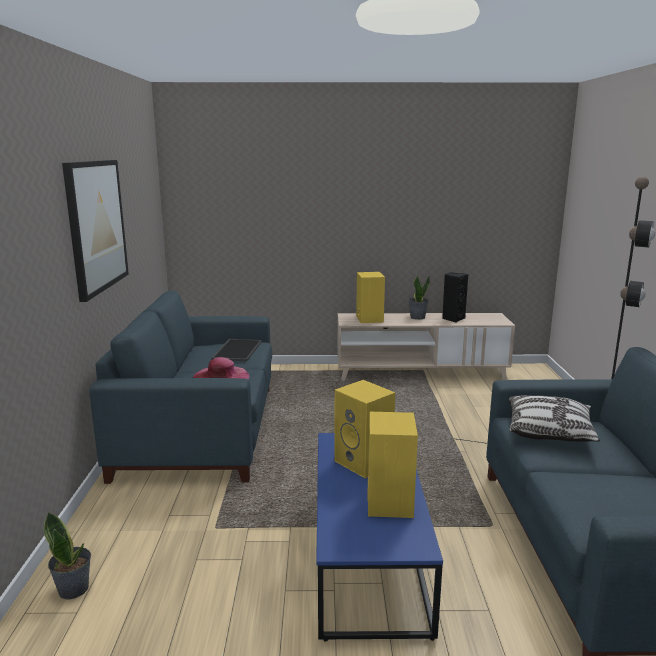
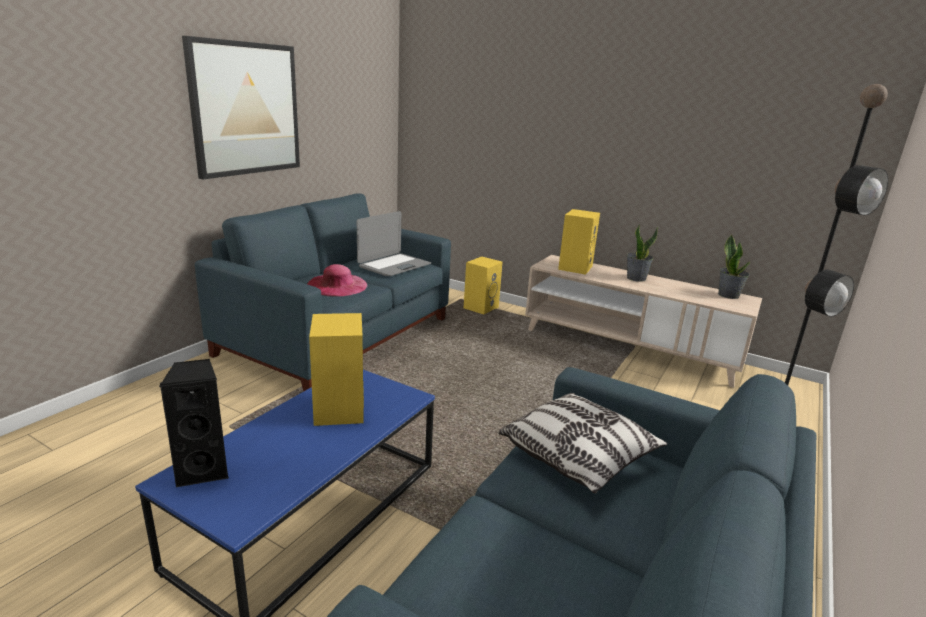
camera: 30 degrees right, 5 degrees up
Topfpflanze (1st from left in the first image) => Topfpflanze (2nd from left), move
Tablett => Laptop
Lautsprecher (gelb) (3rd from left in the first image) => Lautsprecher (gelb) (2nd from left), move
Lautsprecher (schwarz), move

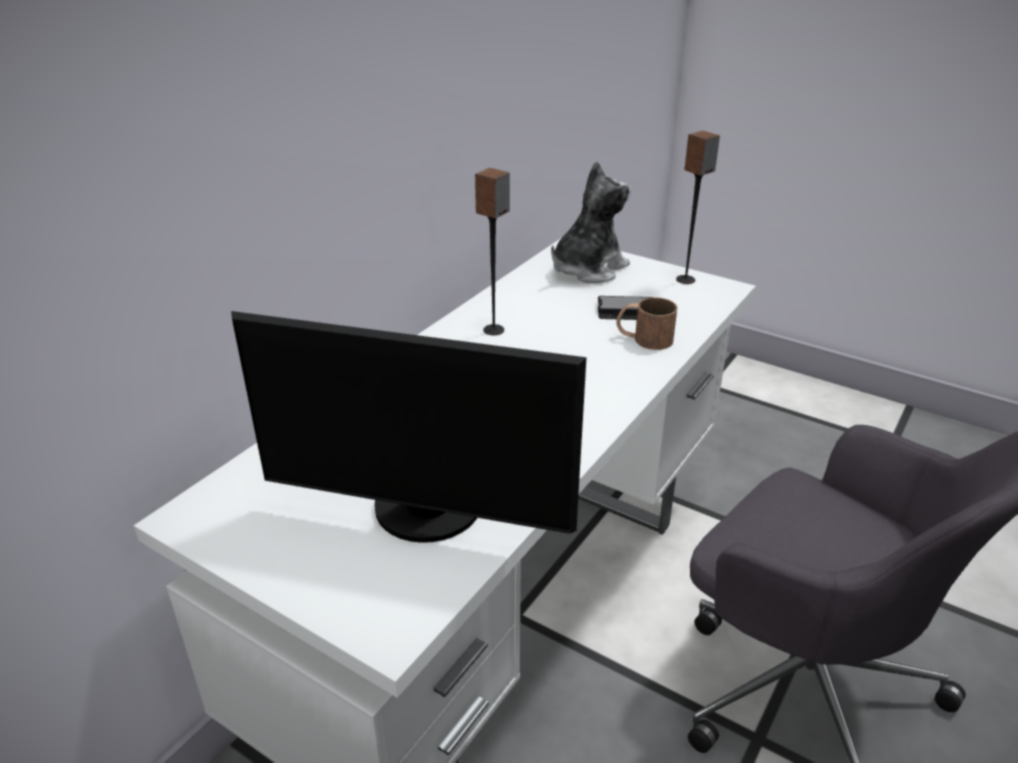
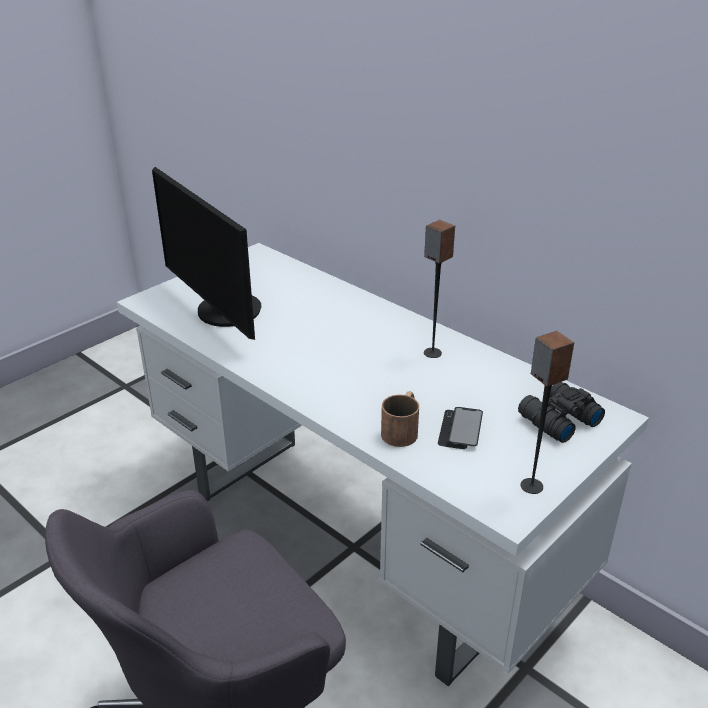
camera: 100 degrees right, 0 degrees up
Monitor, 60 degrees counterclockwise
Plüschtier => Fernglas (schwarz)

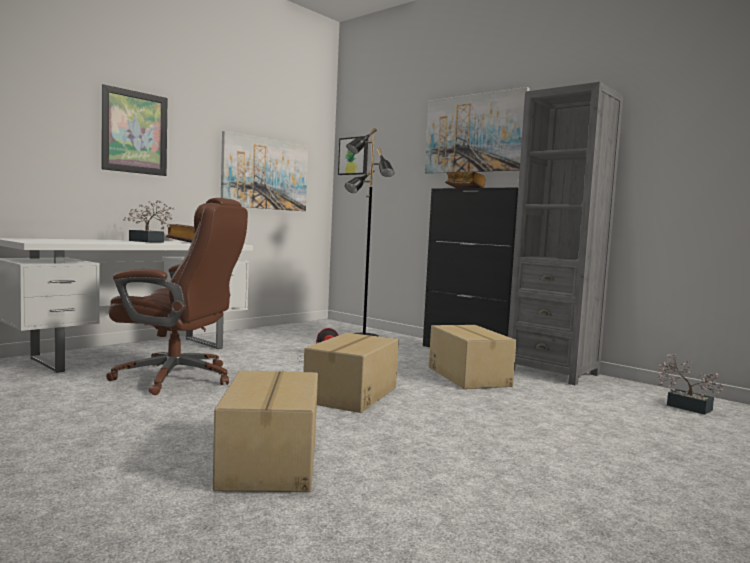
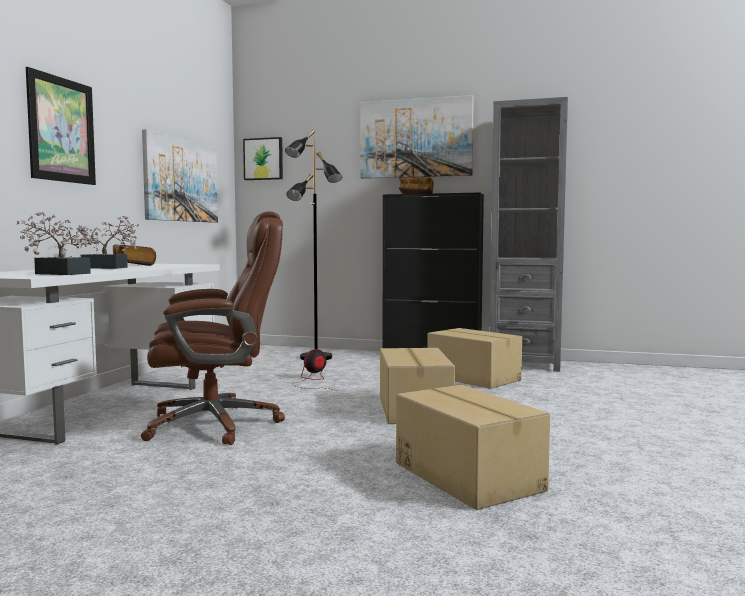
camera: 25 degrees left, 0 degrees up
Topfpflanze (2nd from left in the first image) => Topfpflanze (1st from left), move

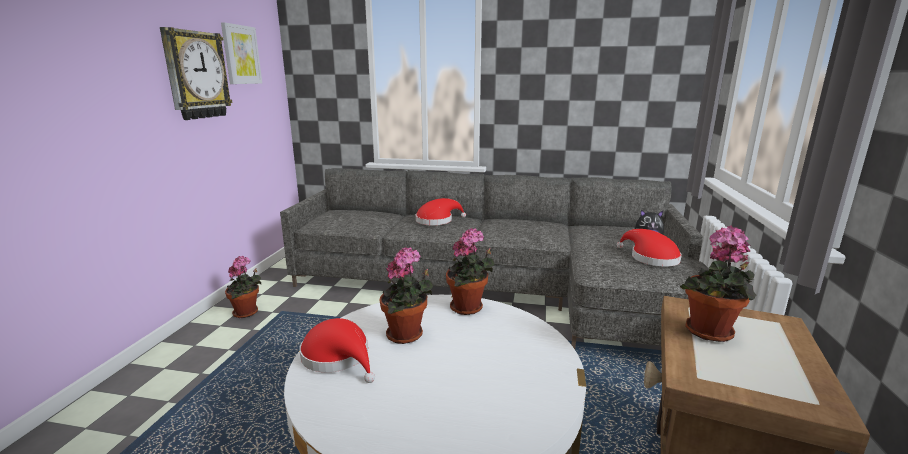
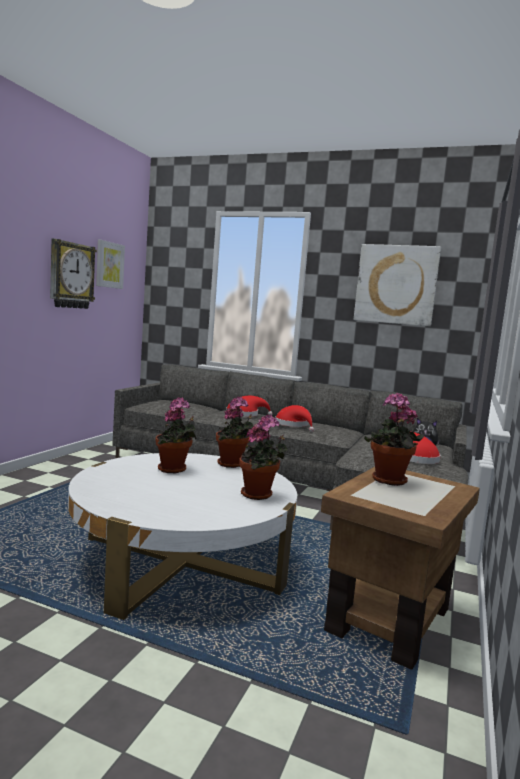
camera: 10 degrees right, 10 degrees down
Topfpflanze (1st from left in the first image) => Topfpflanze (3rd from left), move
Hut (rot) (1st from left in the first image) => Hut (rot) (2nd from left), move
nothing => Bild (2nd from left)

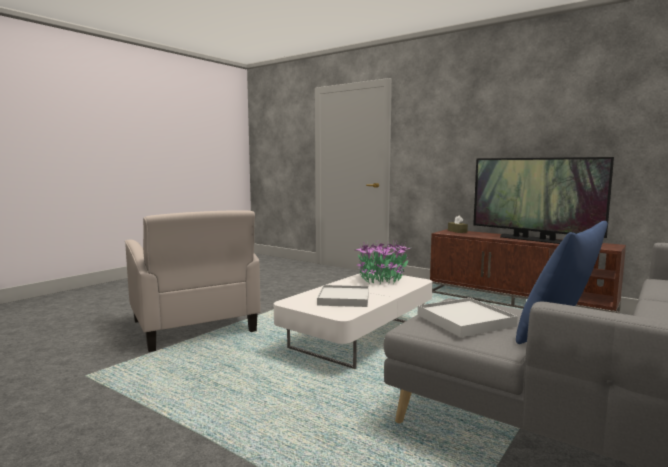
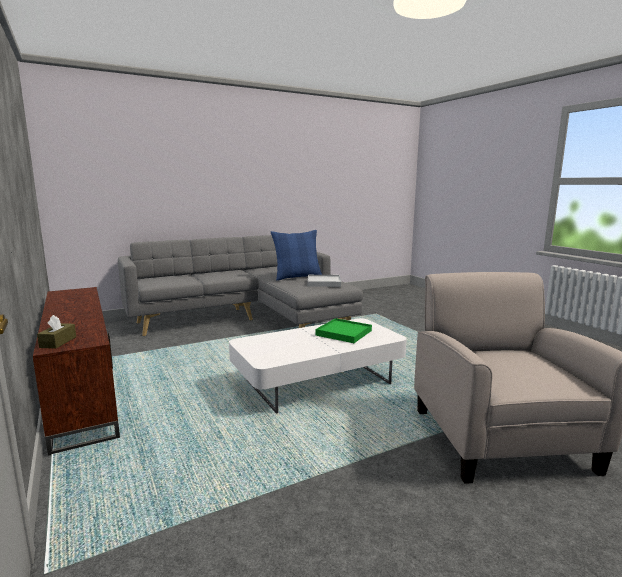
camera: 155 degrees left, 5 degrees up
Tablett (weiß) (1st from left) => Tablett (grün)
Topfpflanze => nothing
Fernseher => nothing

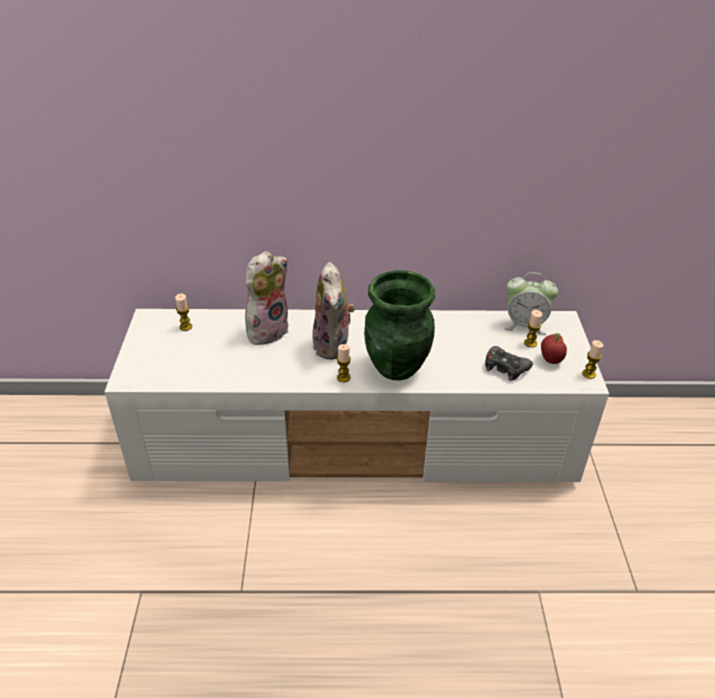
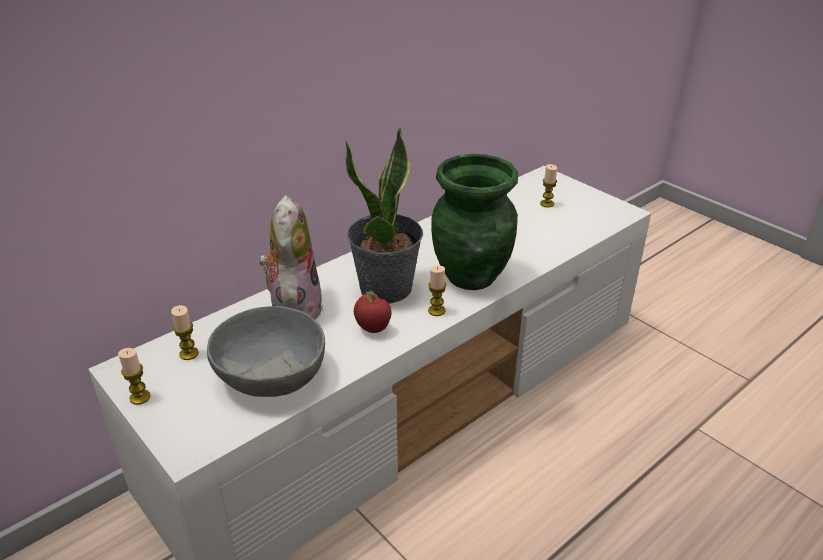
camera: 40 degrees left, 5 degrees down
Plüschtier (2nd from left) => Topfpflanze
Gamepad (schwarz) => nothing
Wecker => nothing
Apfel, move
Kerze (4th from left in the first image) => Kerze (1st from left), move
nothing => Schüssel (grau)

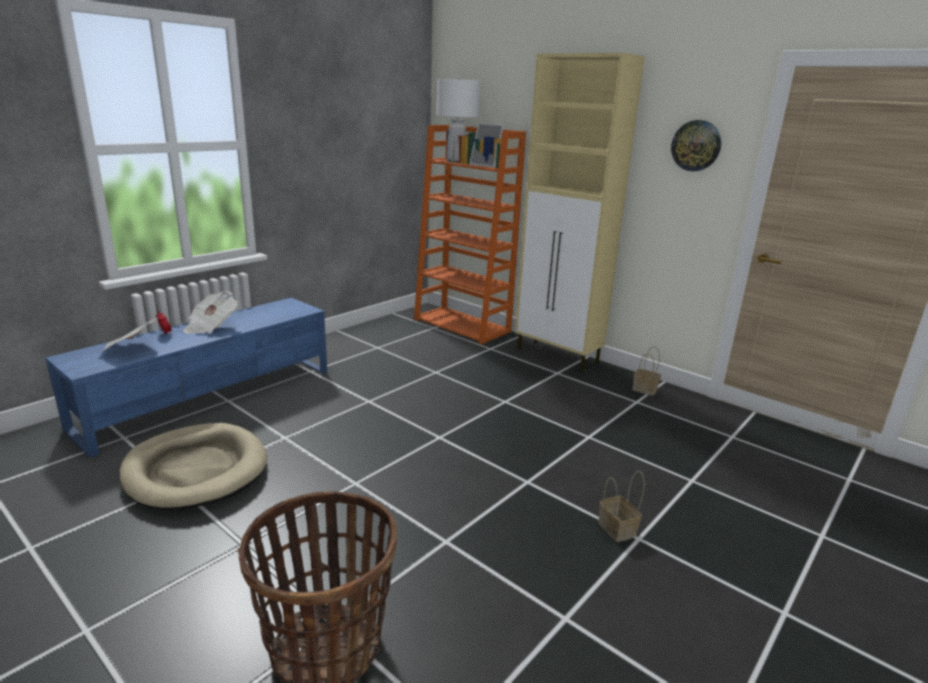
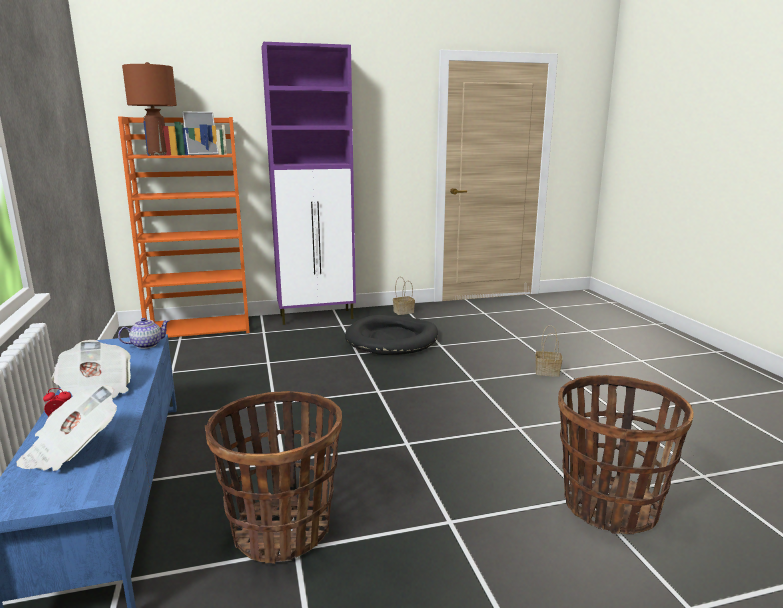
camera: 55 degrees left, 5 degrees down
Hundebett (beige) => Korb (1st from left)
Tischlampe (weiß) => Tischlampe (braun)
Schrank (beige) => Schrank (lila)
Wanduhr => nothing
nothing => Teekanne
nothing => Hundebett (schwarz)

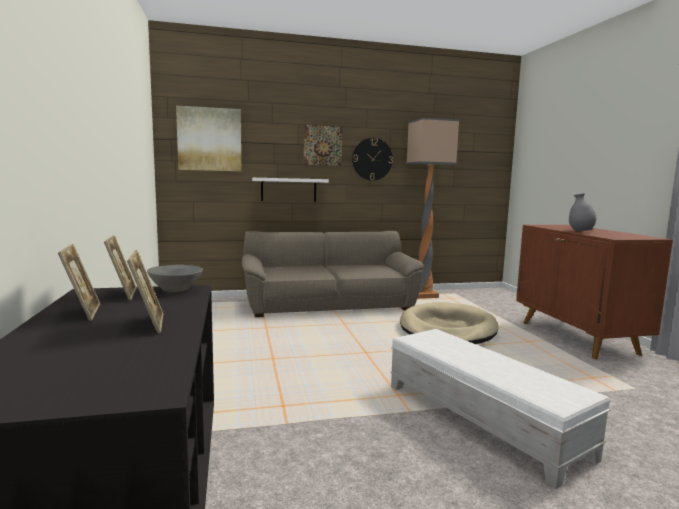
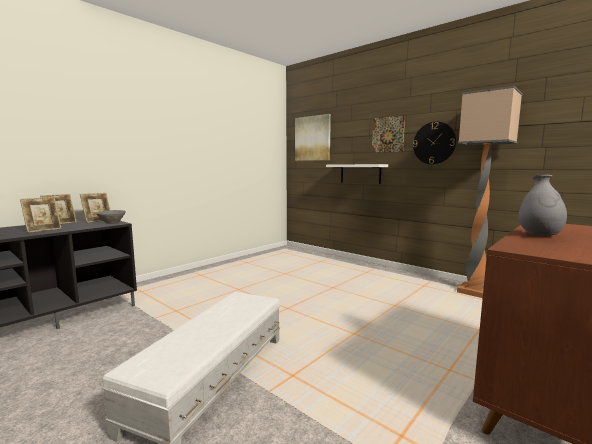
camera: 55 degrees right, 0 degrees up
Sofa => nothing
Hundebett (beige) => nothing

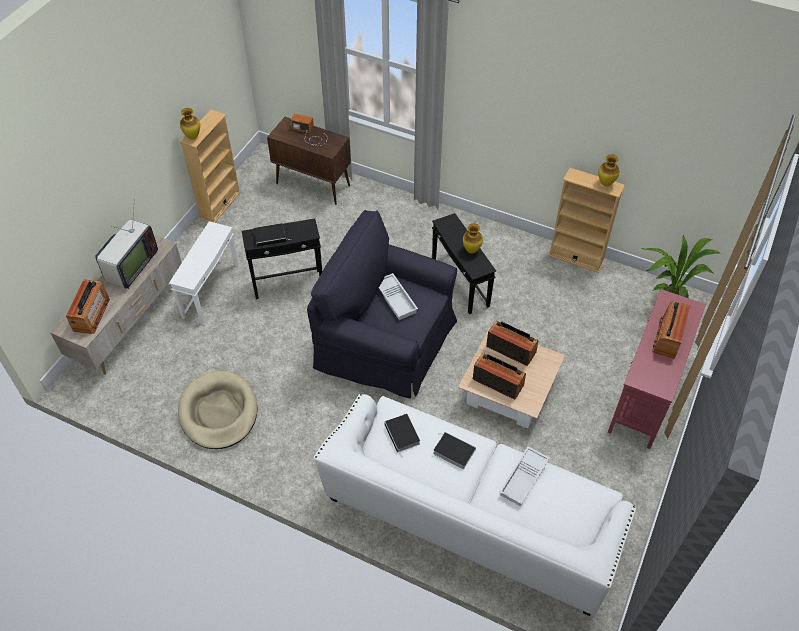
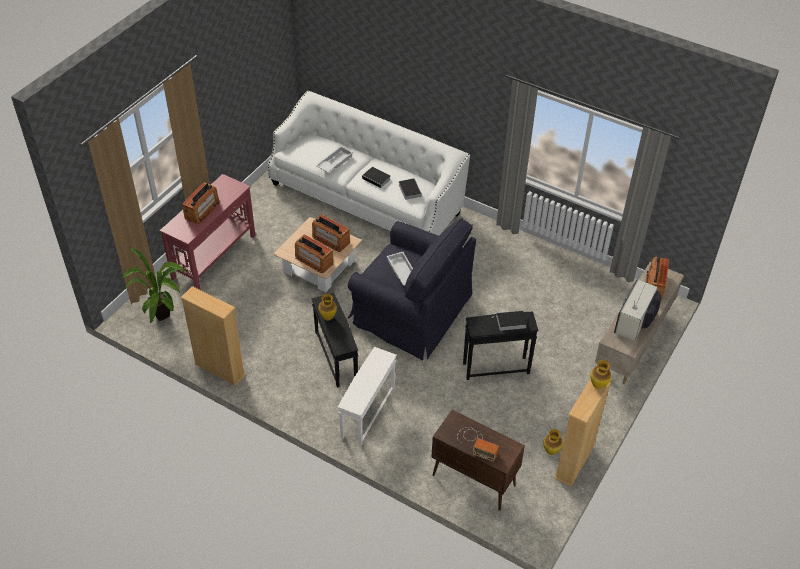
camera: 175 degrees left, 5 degrees down
Beistelltisch (weiß), move
Hundebett (beige) => nothing
Vase (3rd from left in the first image) => Vase (2nd from left), move

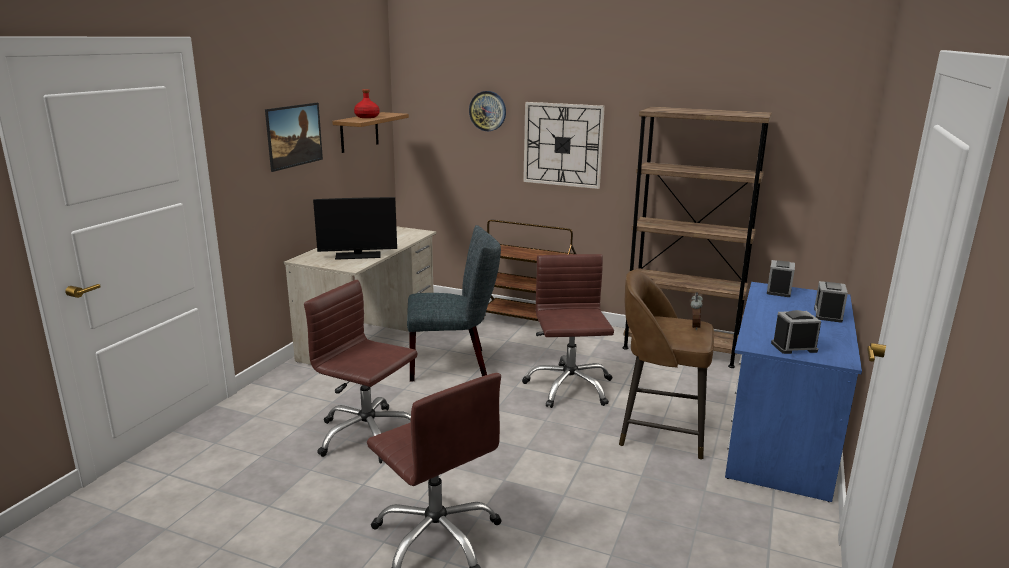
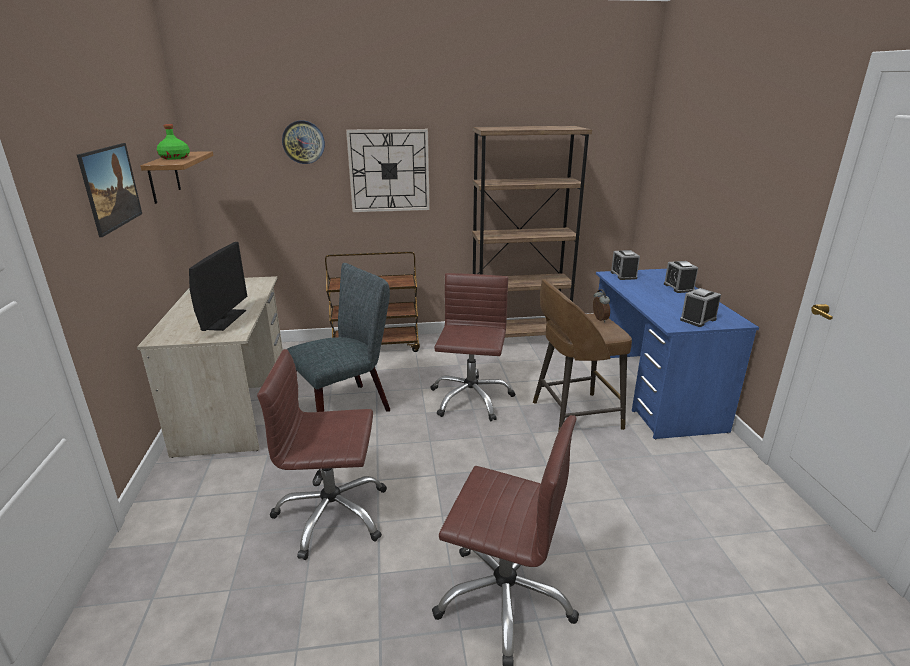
camera: 30 degrees left, 5 degrees up
Monitor, 45 degrees counterclockwise
Flasche (rot) => Flasche (grün)
Bürostuhl (braun) (3rd from left in the first image) => Bürostuhl (braun) (2nd from left), 45 degrees clockwise

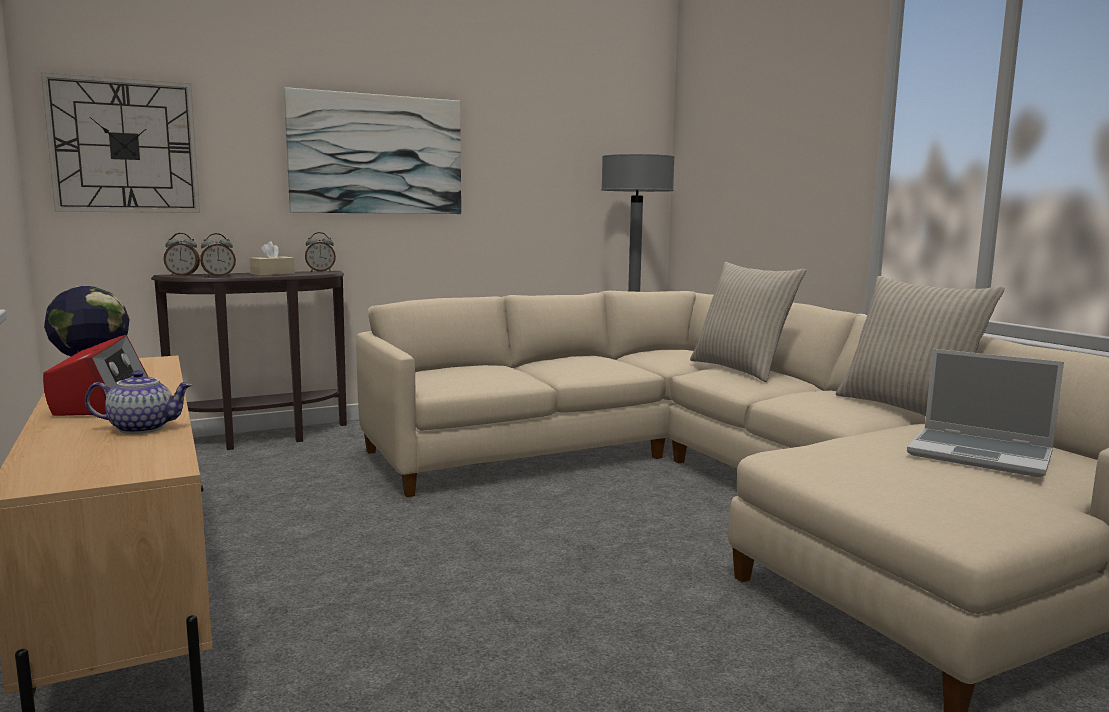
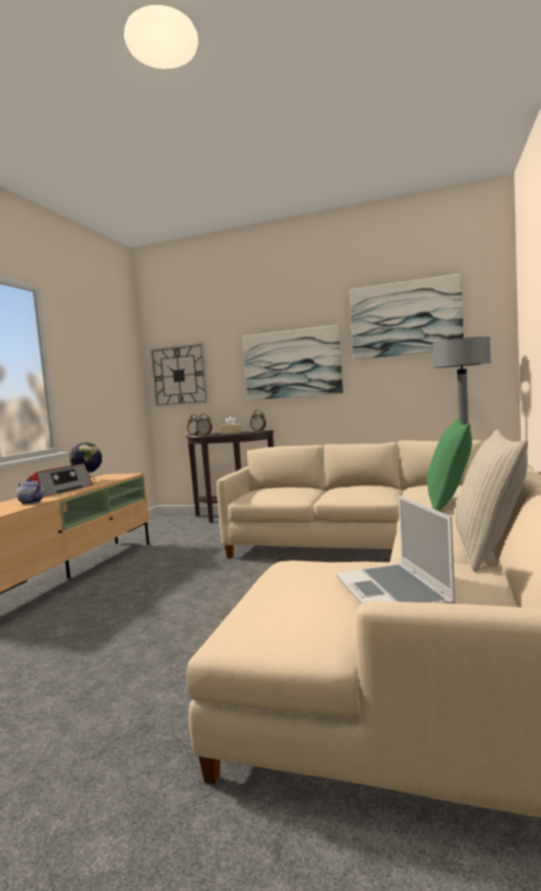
camera: 45 degrees right, 5 degrees down
Kissen (beige) (1st from left) => Kissen (grün)
nothing => Bild (2nd from left)

